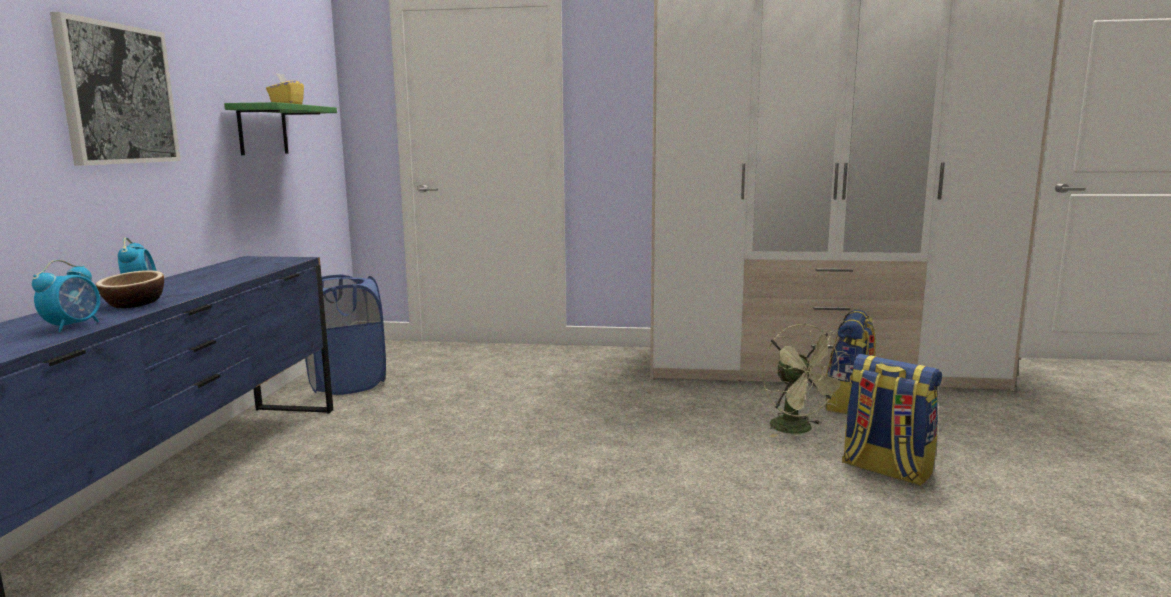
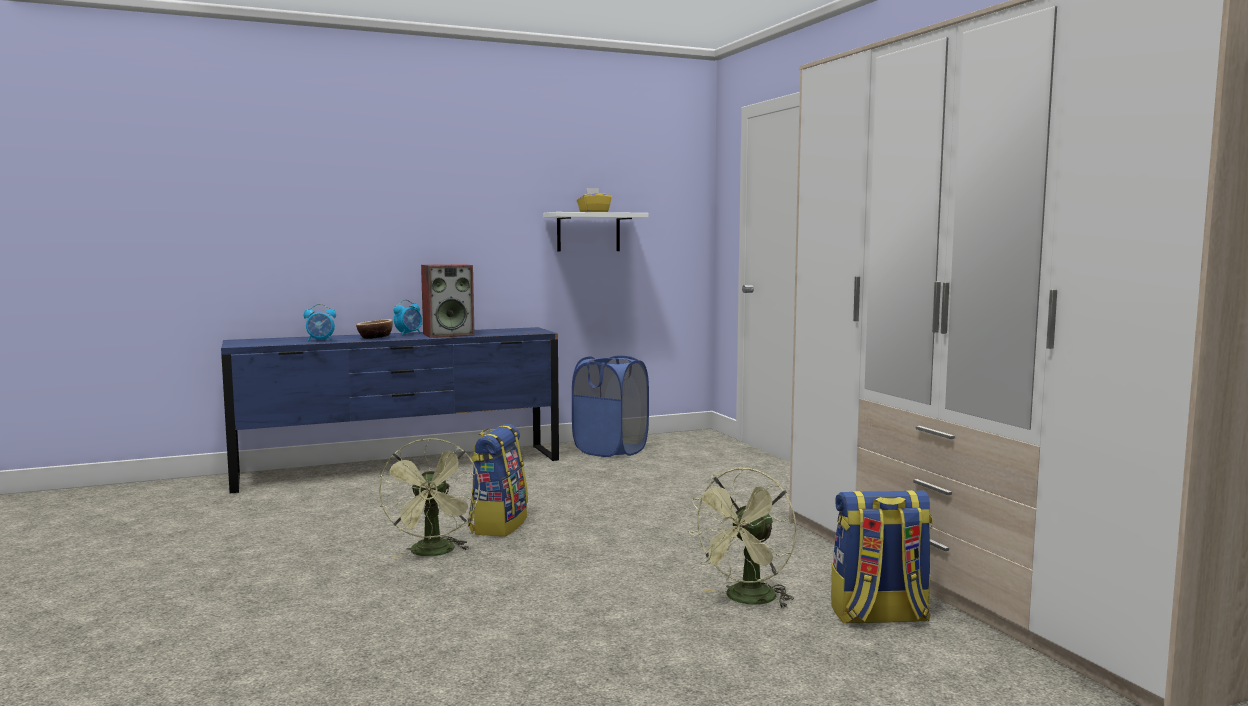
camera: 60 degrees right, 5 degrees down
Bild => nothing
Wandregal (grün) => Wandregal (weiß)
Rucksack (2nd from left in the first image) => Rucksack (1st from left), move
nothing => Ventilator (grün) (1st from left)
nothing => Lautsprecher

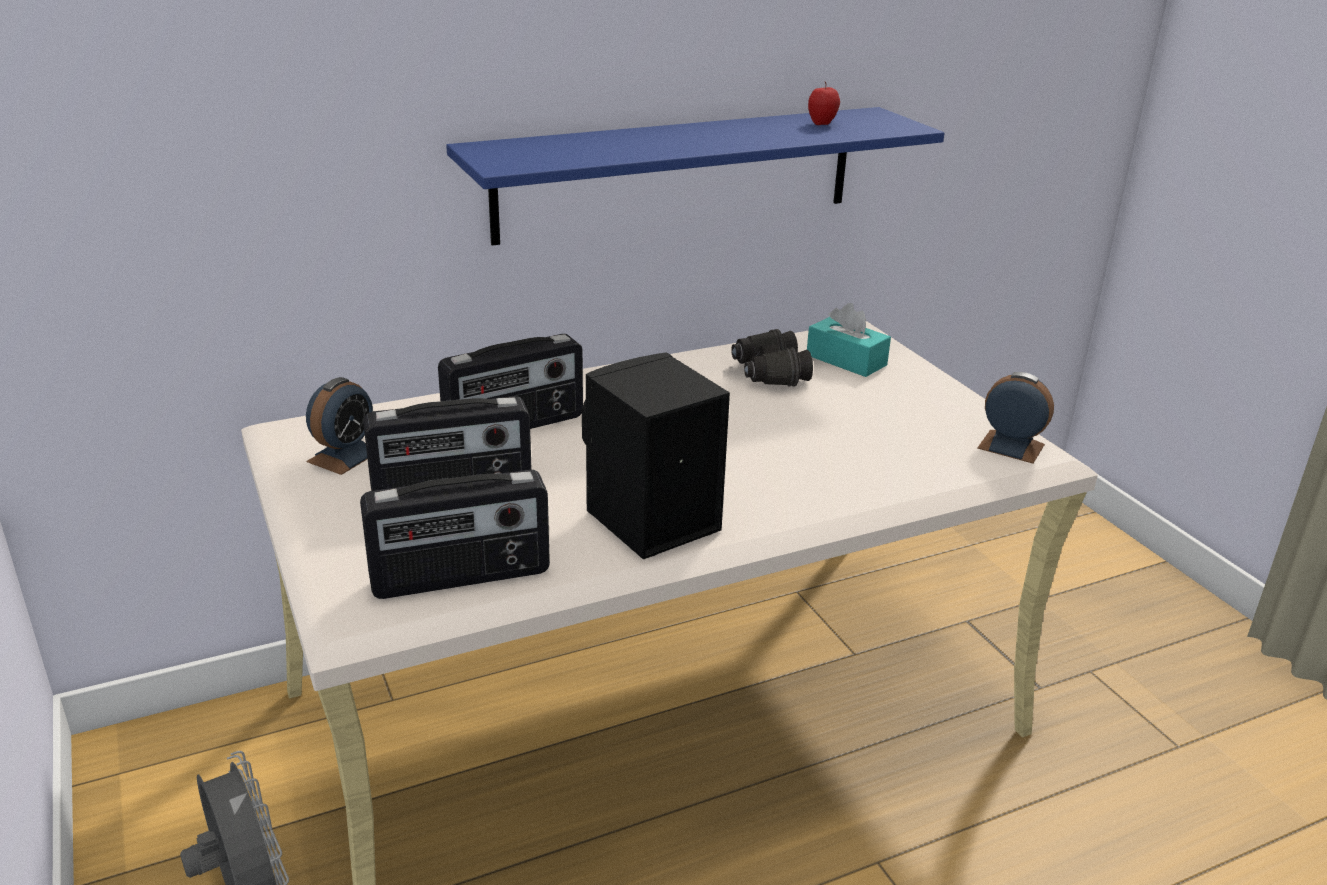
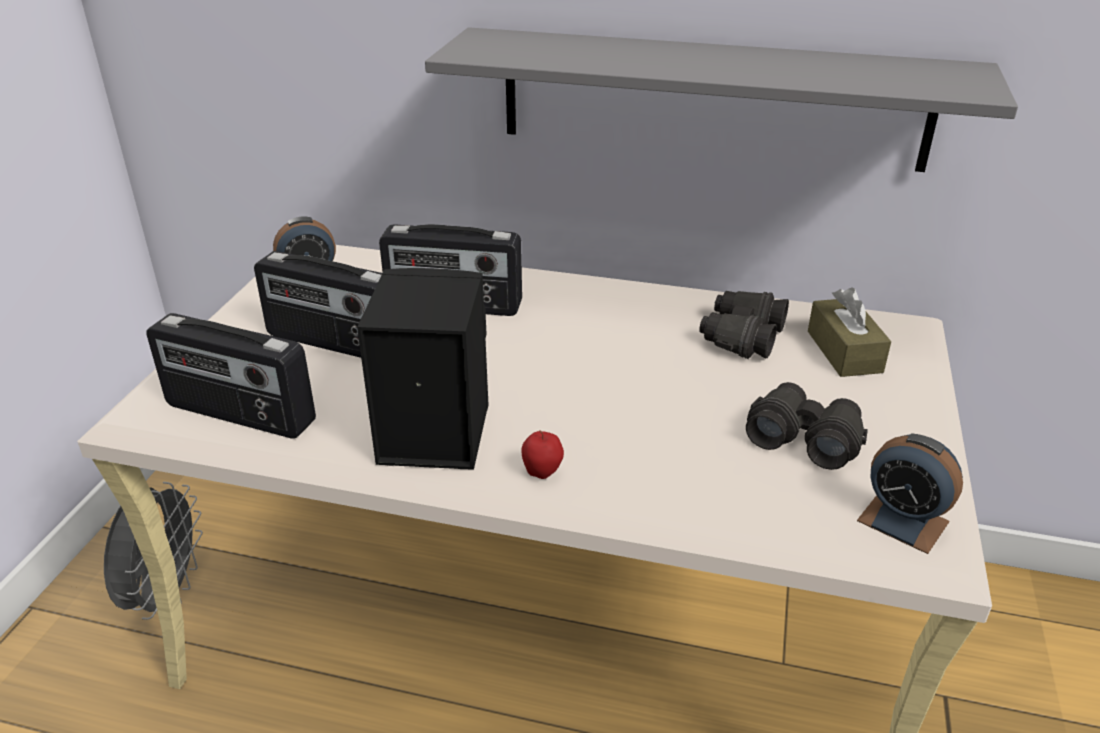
camera: 40 degrees right, 5 degrees up
Wandregal (blau) => Wandregal (grau)
Taschentuchbox (türkis) => Taschentuchbox (braun)
Apfel, move
Wecker (2nd from left), 150 degrees clockwise
nothing => Fernglas (schwarz) (2nd from left)

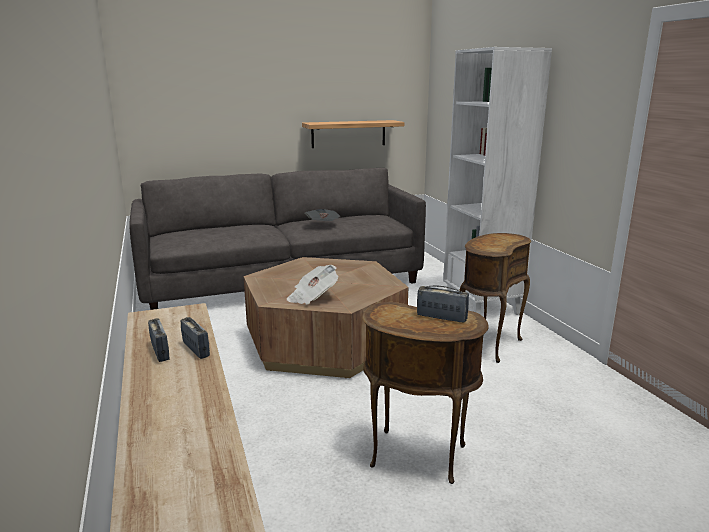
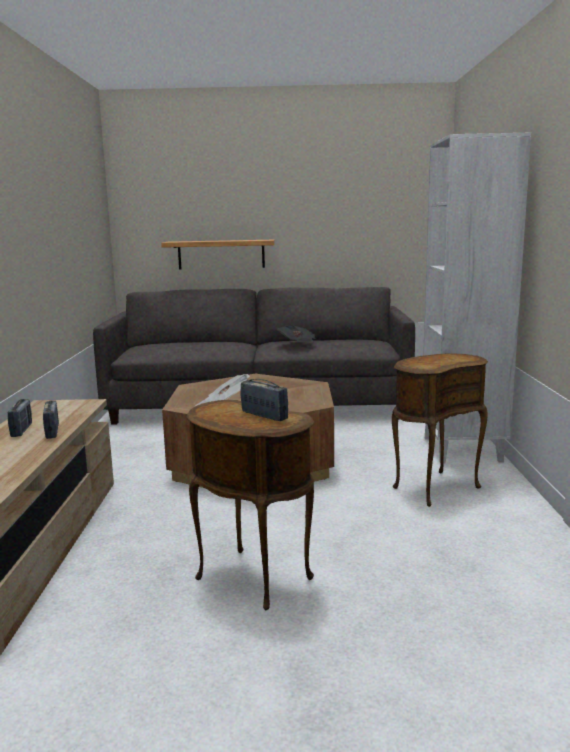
camera: 20 degrees right, 5 degrees down
Wandregal, move

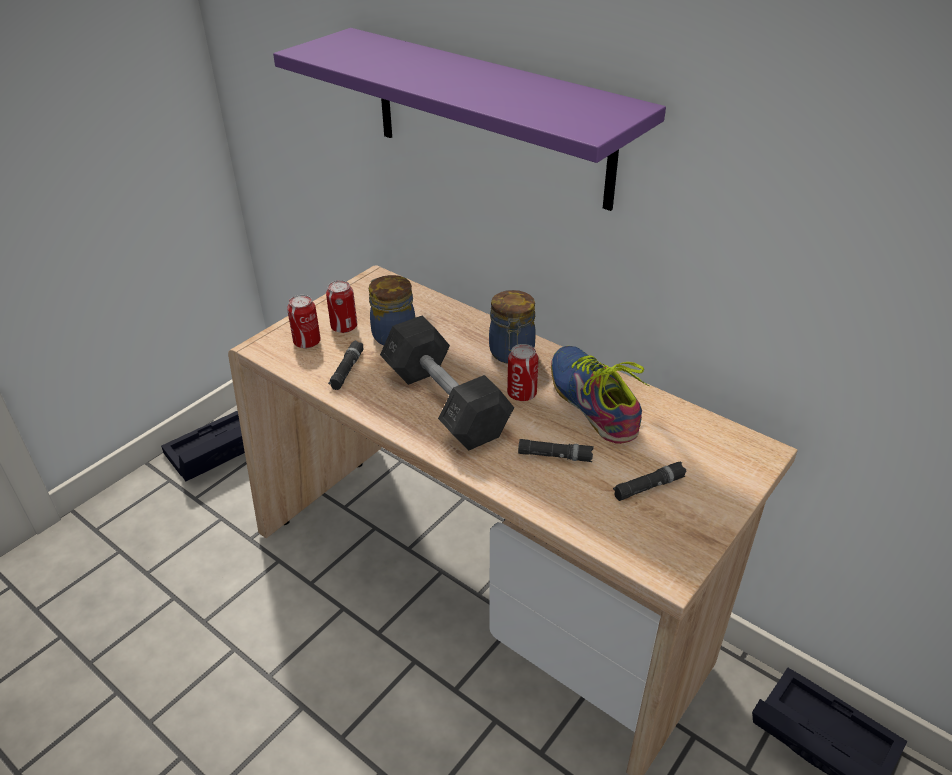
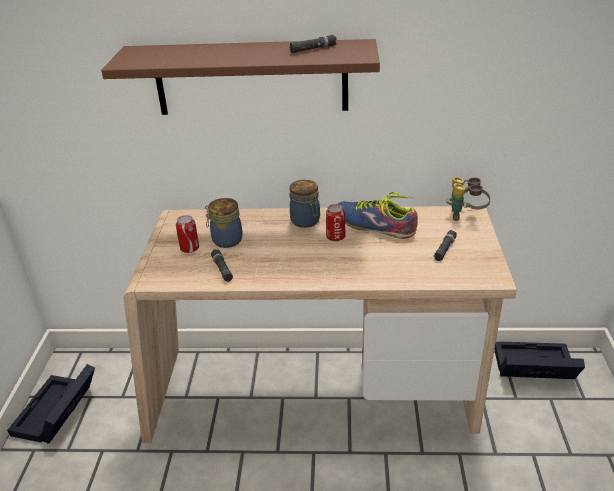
camera: 35 degrees left, 5 degrees down
Wandregal (lila) => Wandregal (braun)
Dose (1st from left) => nothing
Hantel (grau) => nothing
Taschenlampe (schwarz) (2nd from left), move
nothing => Fernglas

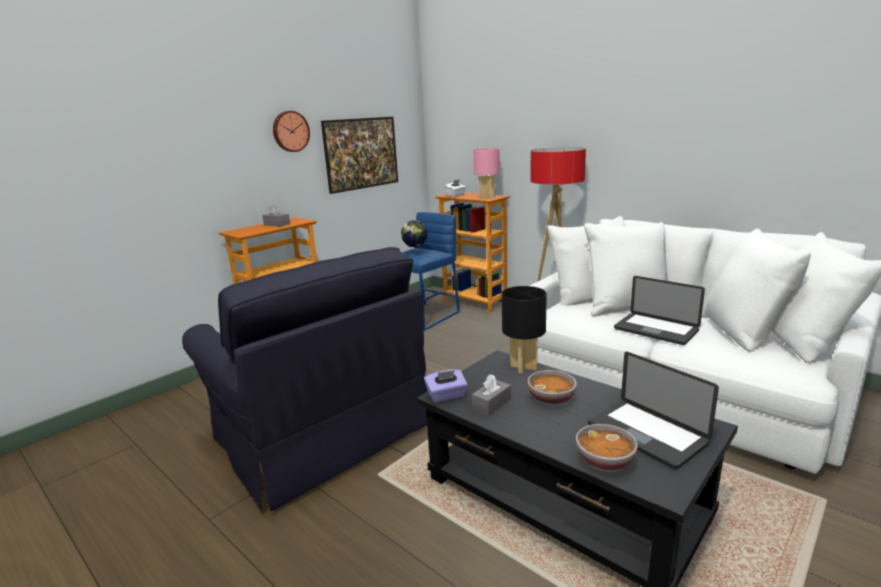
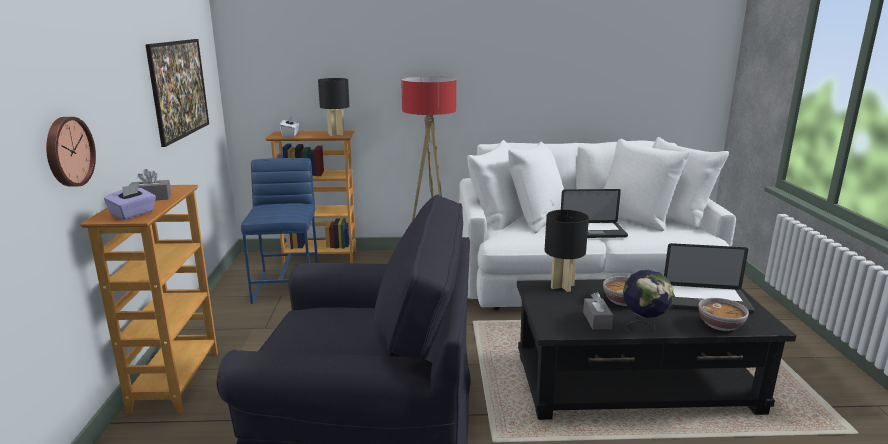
camera: 45 degrees left, 0 degrees up
Wanduhr, move
Globus, move
Taschentuchbox (lila), move
Tischlampe (rosa) => Tischlampe (schwarz) (1st from left)

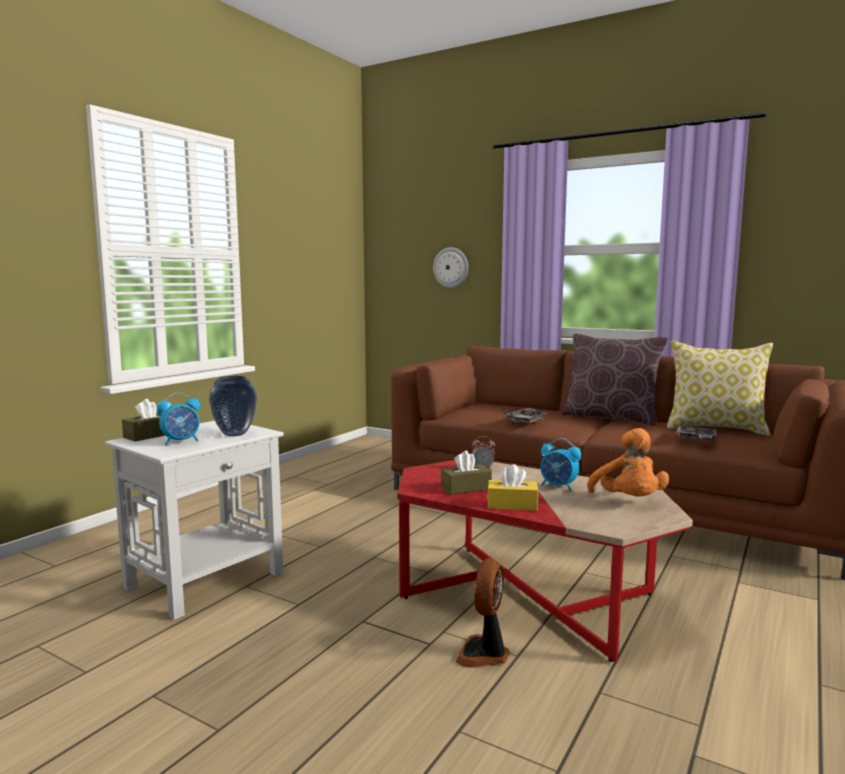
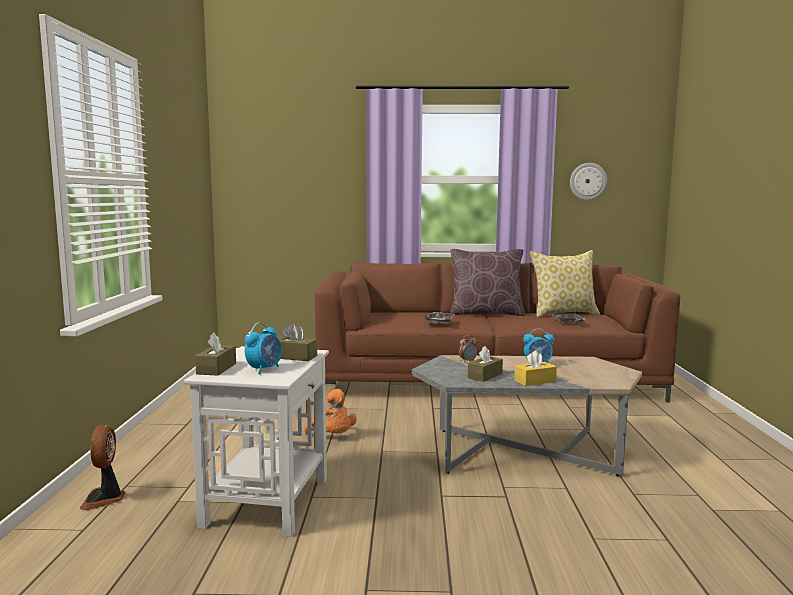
camera: 30 degrees left, 0 degrees up
Vase => Taschentuchbox (braun) (2nd from left)
Couchtisch (rot) => Couchtisch (grau)
Wanduhr, move
Ventilator, move
Plüschtier (orange), move

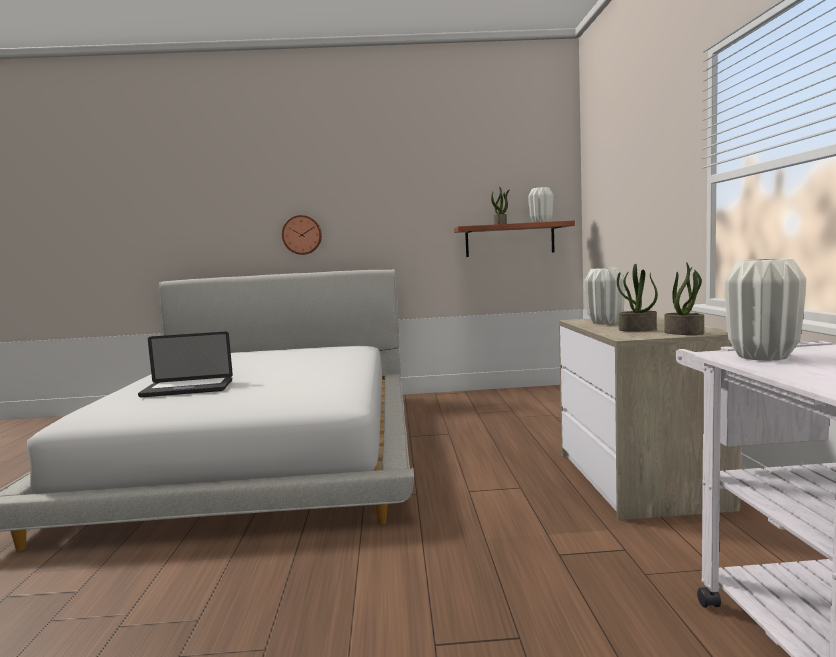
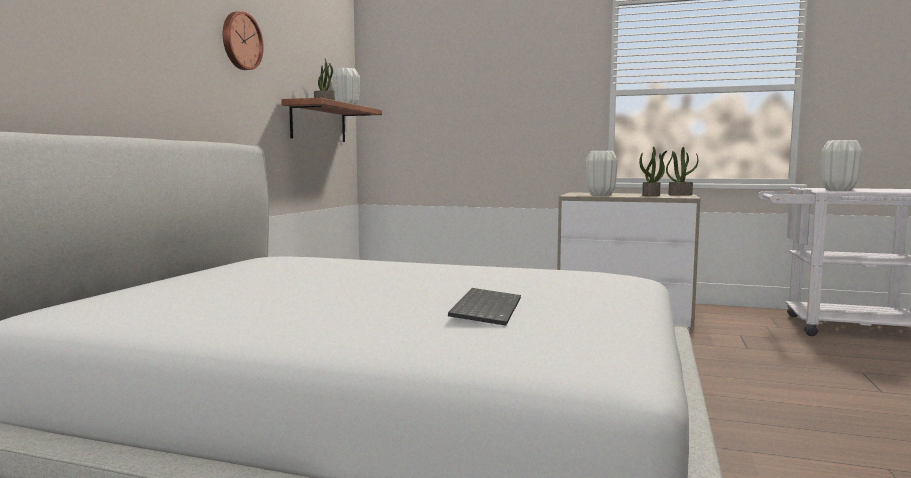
camera: 70 degrees left, 0 degrees up
Laptop => Tastatur
Wanduhr, move

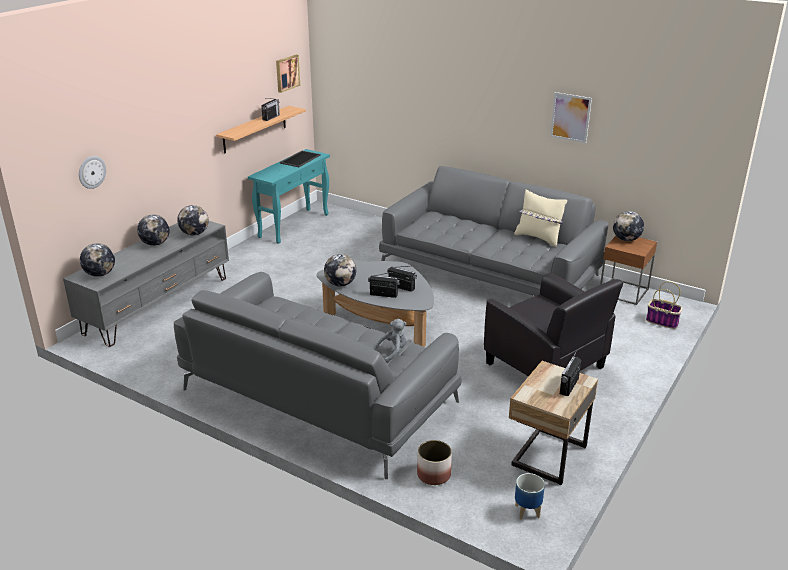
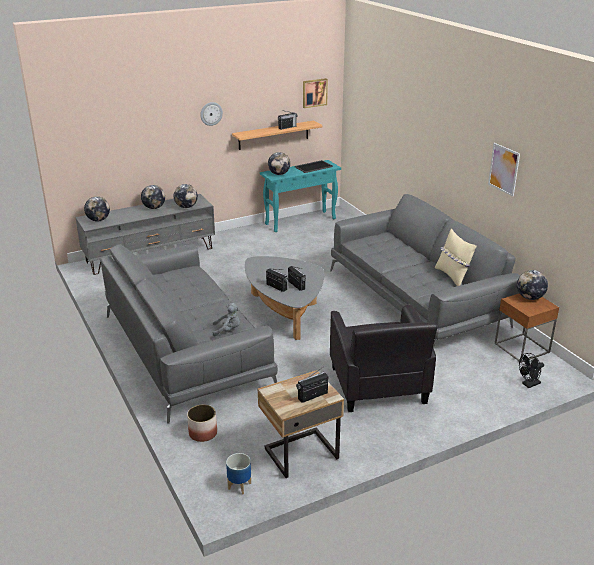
camera: 30 degrees right, 0 degrees up
Wanduhr, move
Globus (4th from left), move
Korb => Ventilator (schwarz)

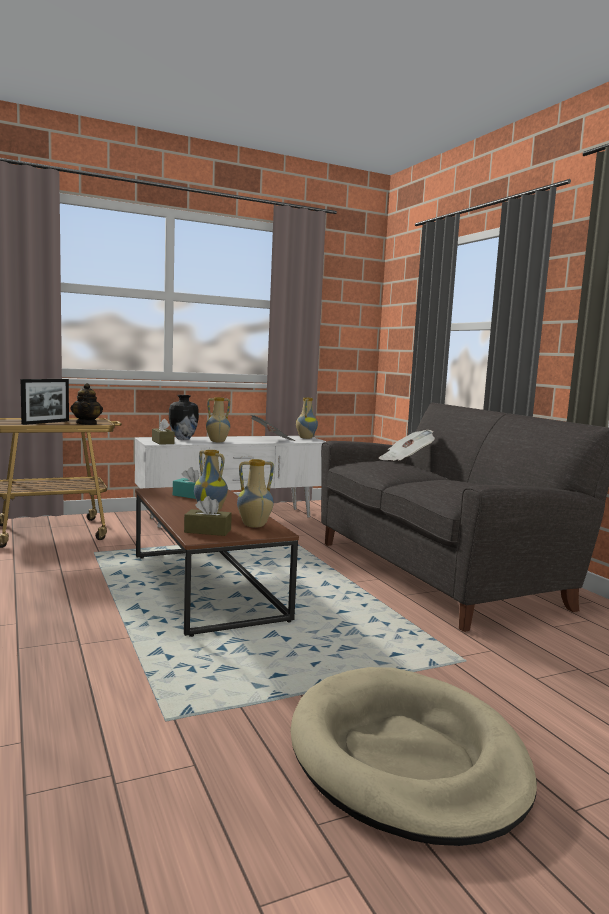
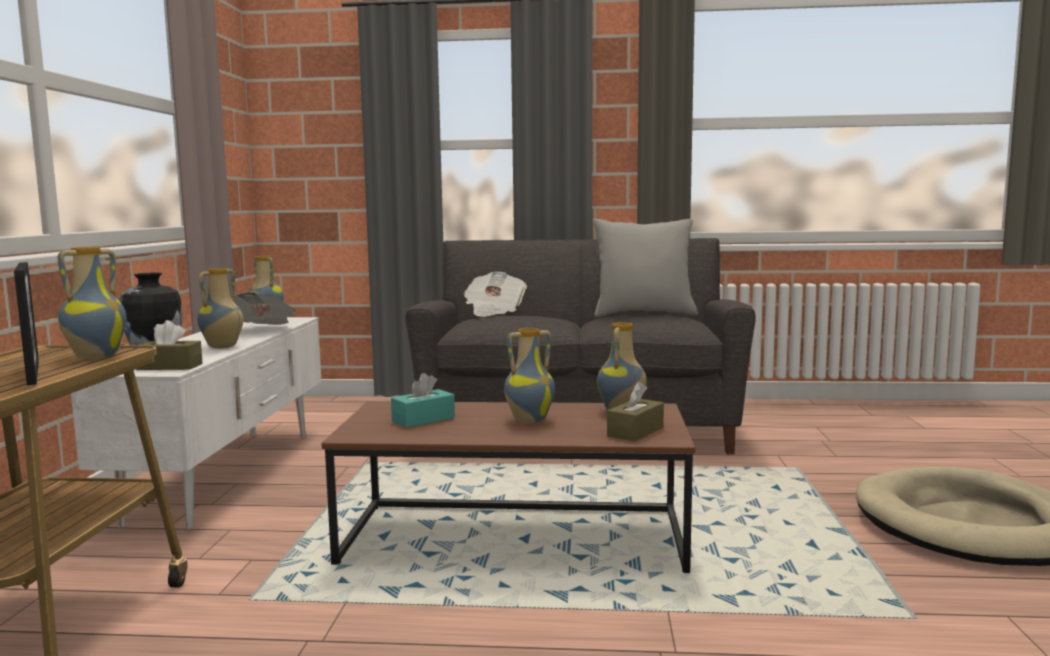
camera: 60 degrees left, 0 degrees up
Teekanne => Vase (1st from left)
nothing => Kissen (grau)

